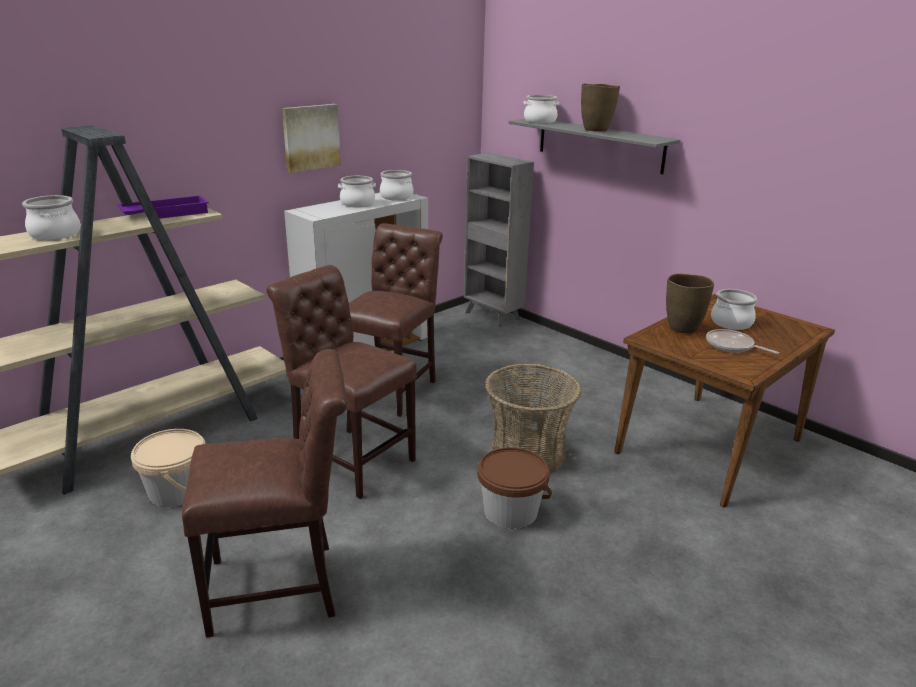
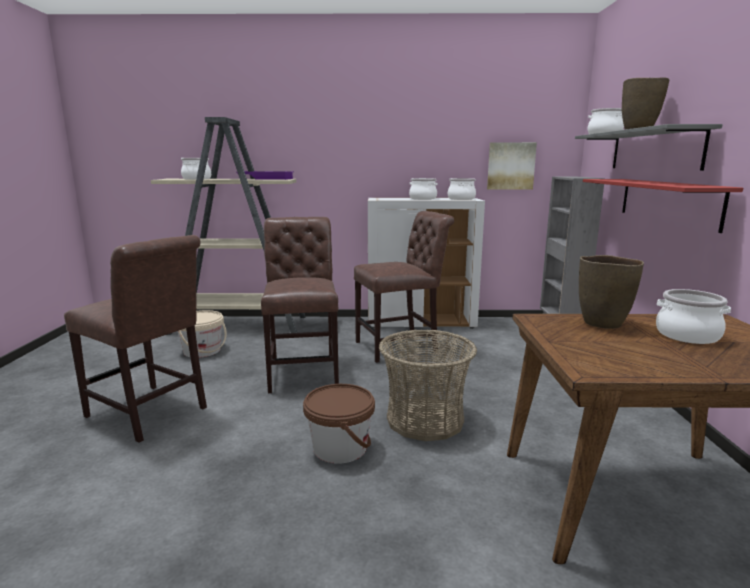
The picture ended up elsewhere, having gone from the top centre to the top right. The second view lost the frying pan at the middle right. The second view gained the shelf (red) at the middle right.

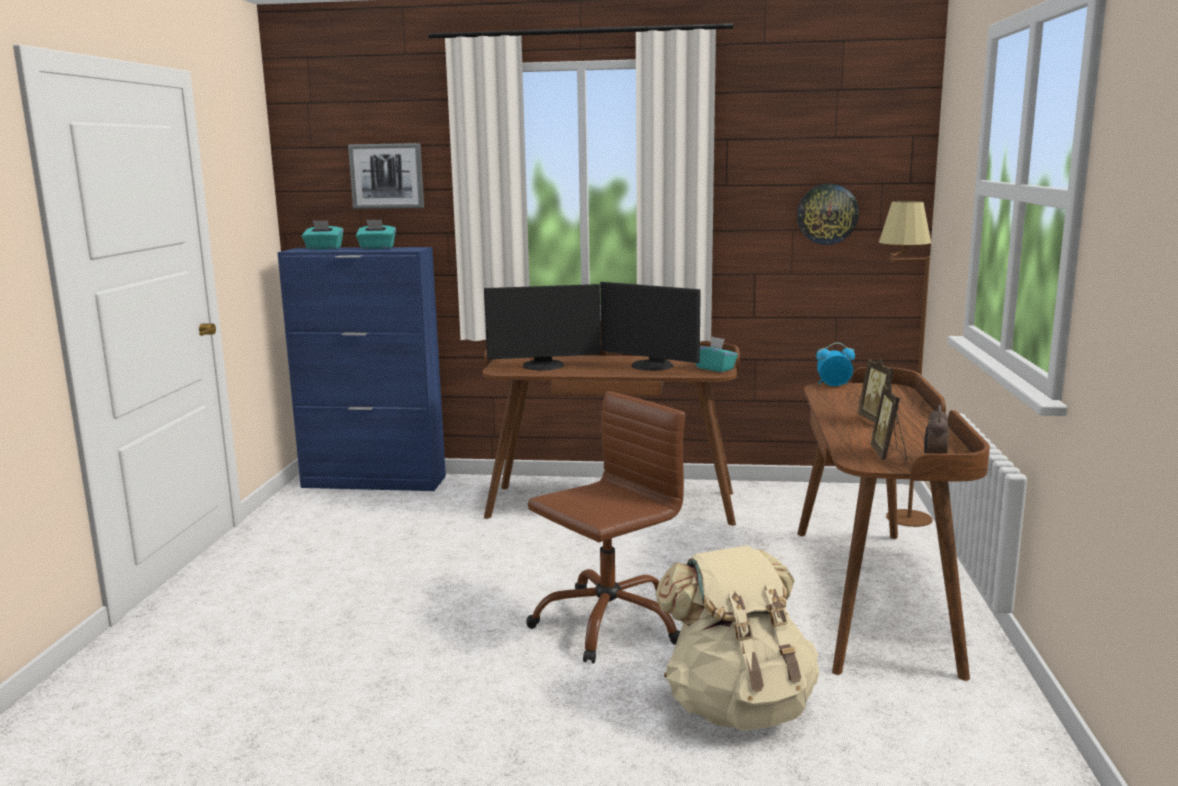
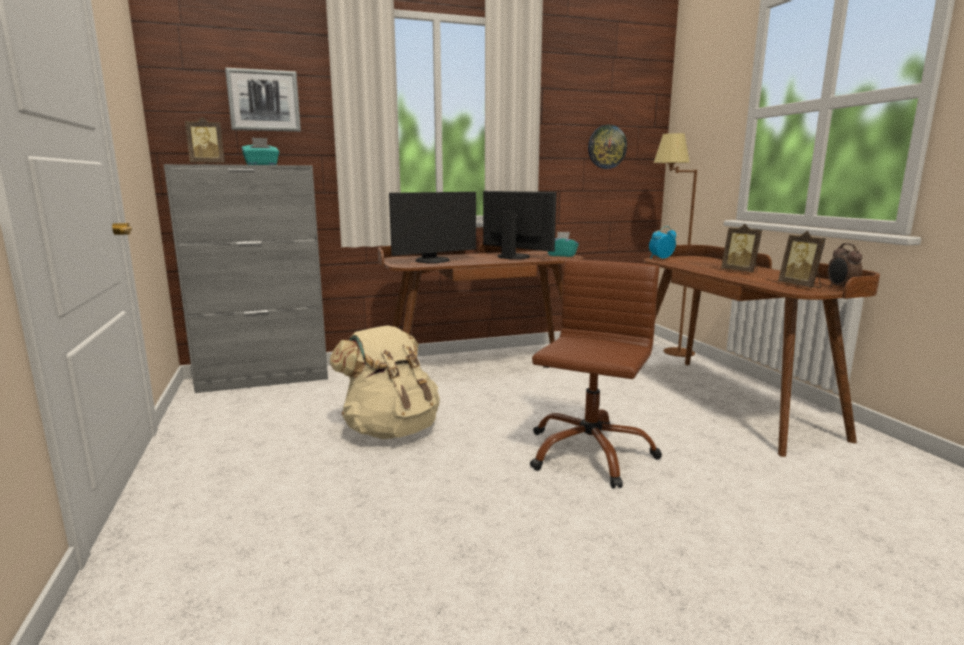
Where the tissue box (turquoise) (no. 1 from left) stood at the top left, the picture frame (no. 1 from left) came to stand at the top left. What was the cabinet (blue) at the middle left turned into the cabinet (grey) at the middle left. The monitor (no. 2 from left) at the centre ended up facing another way, 150 degrees counterclockwise from before. The backpack (beige) ended up elsewhere, having gone from the bottom centre to the centre.

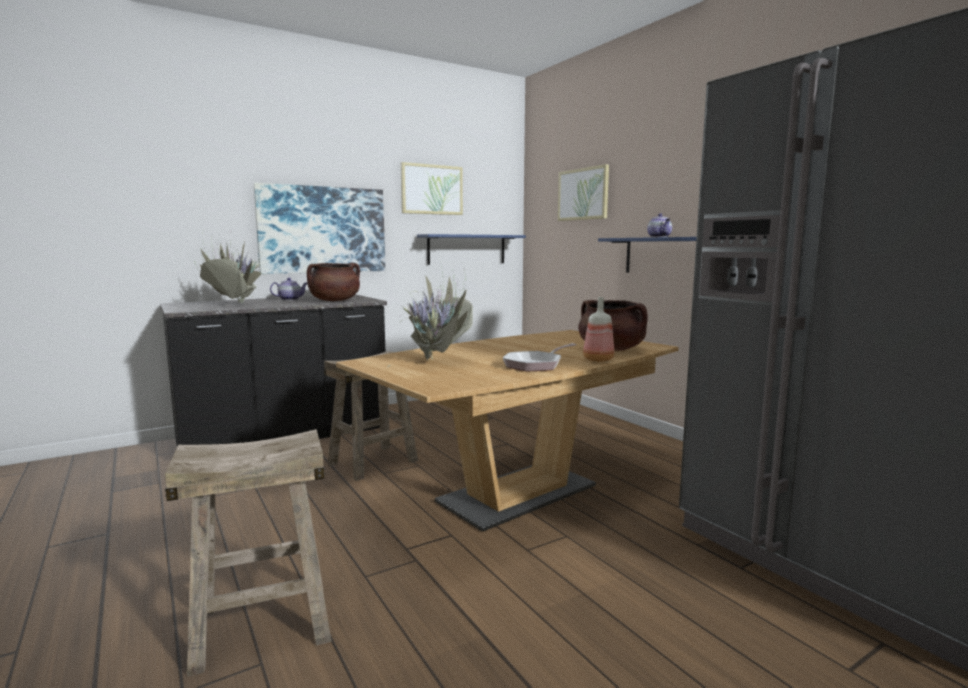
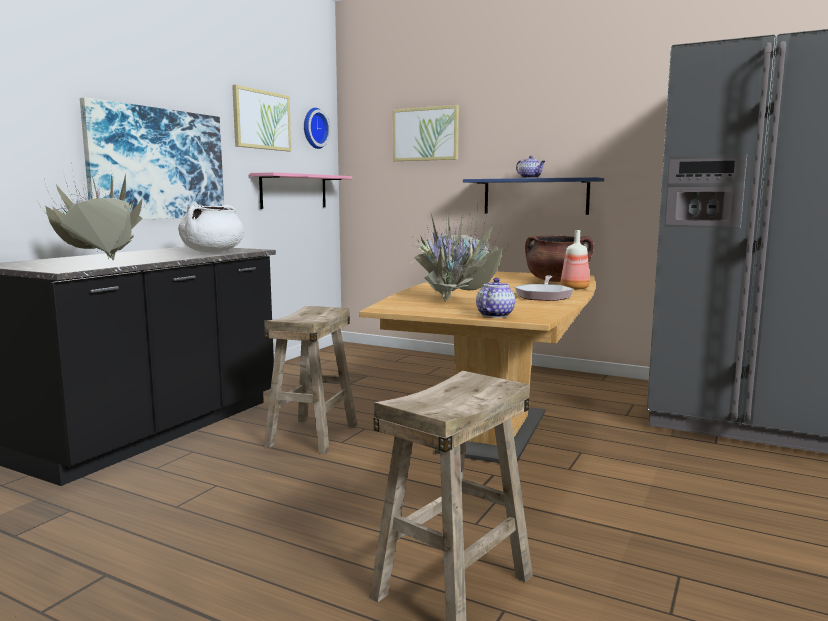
What was the shelf (blue) (no. 1 from left) at the centre turned into the shelf (pink) at the top centre. What was the cooking pot (brown) (no. 1 from left) at the centre turned into the cooking pot (white) at the middle left. The teapot (no. 1 from left) ended up elsewhere, having gone from the middle left to the centre. The second view gained the wall clock at the top centre.

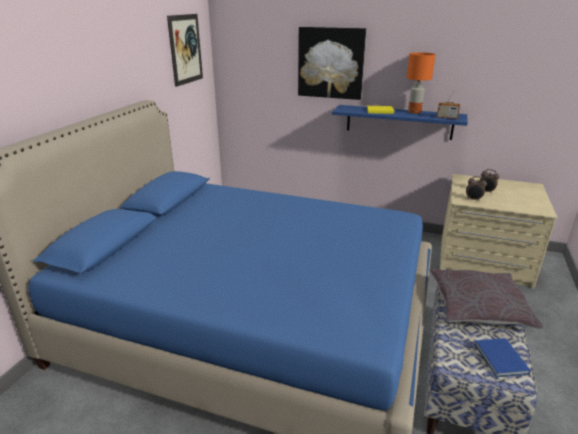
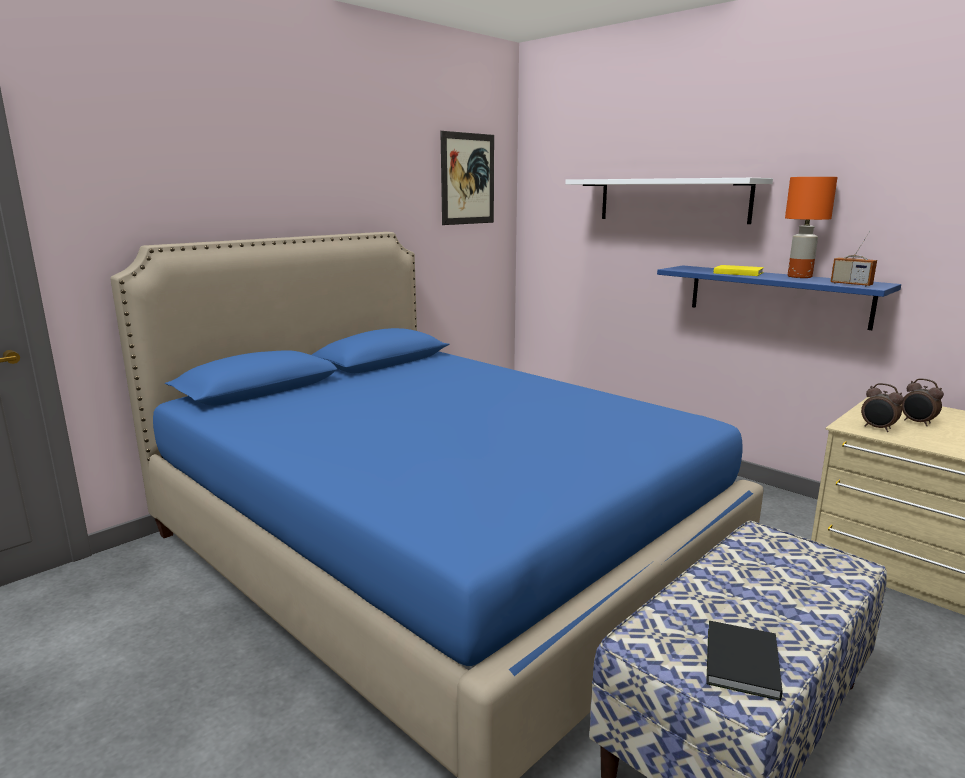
Where the picture (no. 2 from left) hung at the top centre, the shelf (white) came to hang at the top right. The second view lost the pillow (grey) at the bottom right. What was the book (blue) at the bottom right turned into the book (black) at the bottom right.

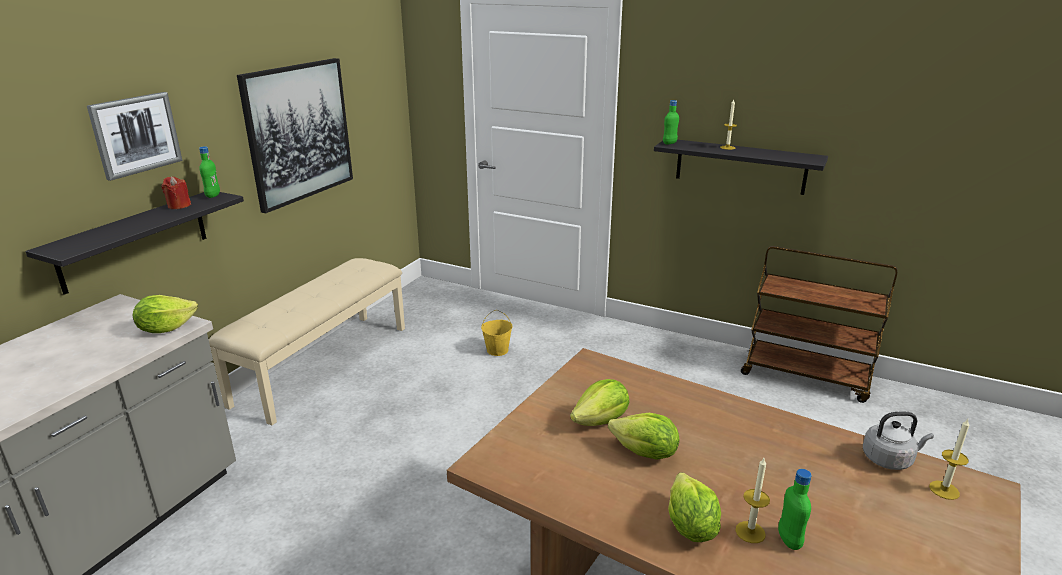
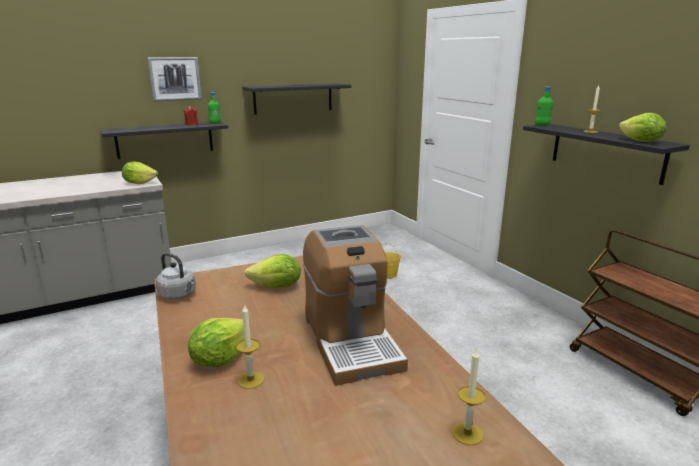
Where the picture (no. 2 from left) hung at the top left, the shelf (black) (no. 2 from left) came to hang at the top centre. The second view lost the bench (beige) at the middle left. The kettle (grey) ended up elsewhere, having gone from the bottom right to the middle left. The lettuce (no. 3 from left in the first image) ended up elsewhere, having gone from the bottom centre to the top right. The second view lost the bottle (green) (no. 3 from left) at the bottom right. The second view gained the coffee machine at the centre.

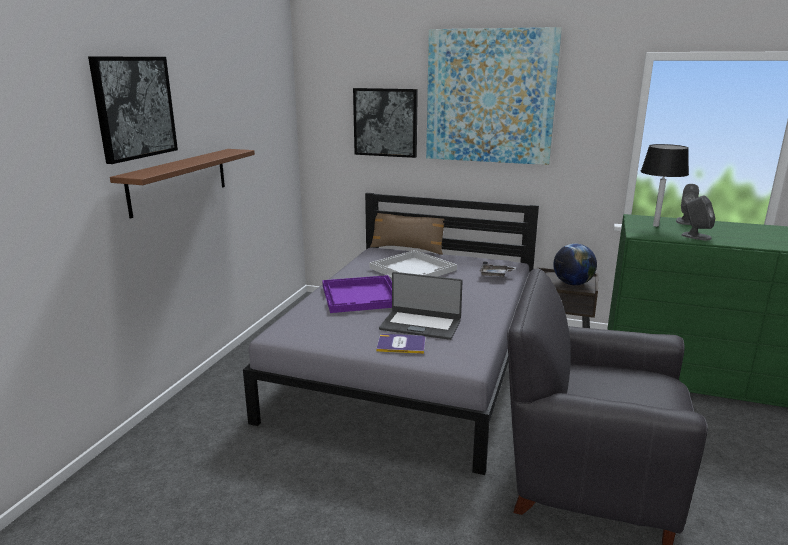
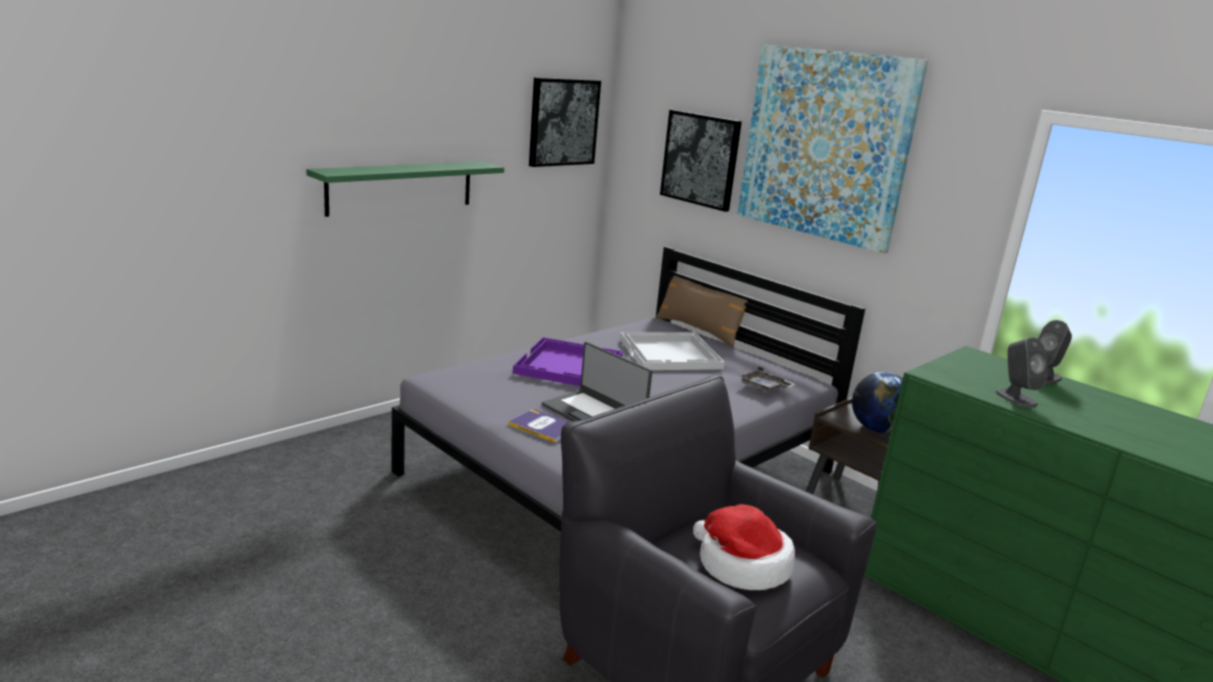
The picture (no. 1 from left) ended up elsewhere, having gone from the top left to the top centre. The second view lost the table lamp (black) at the middle right. What was the shelf (brown) at the middle left turned into the shelf (green) at the top centre. The second view gained the hat at the bottom centre.

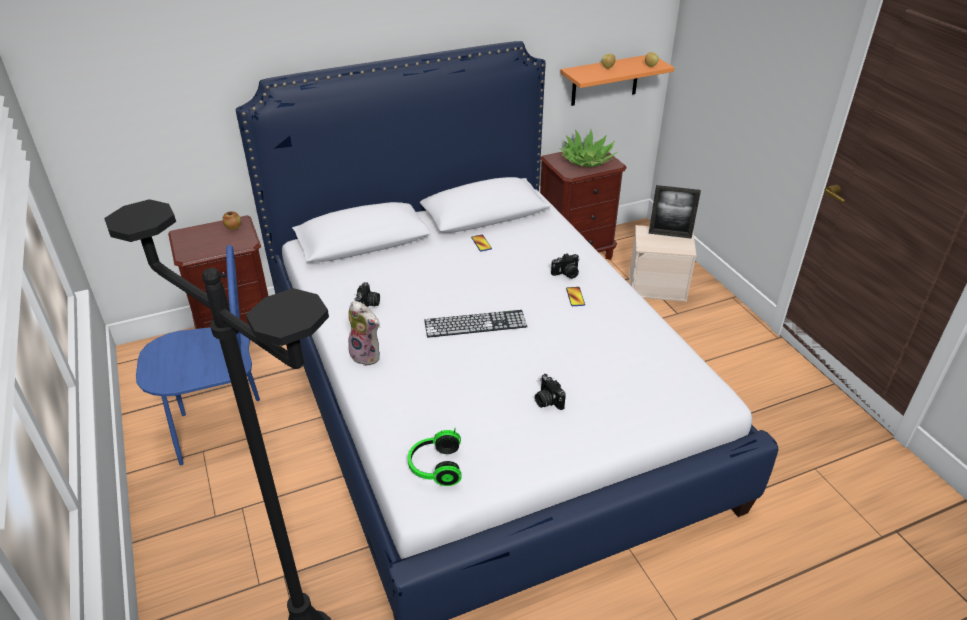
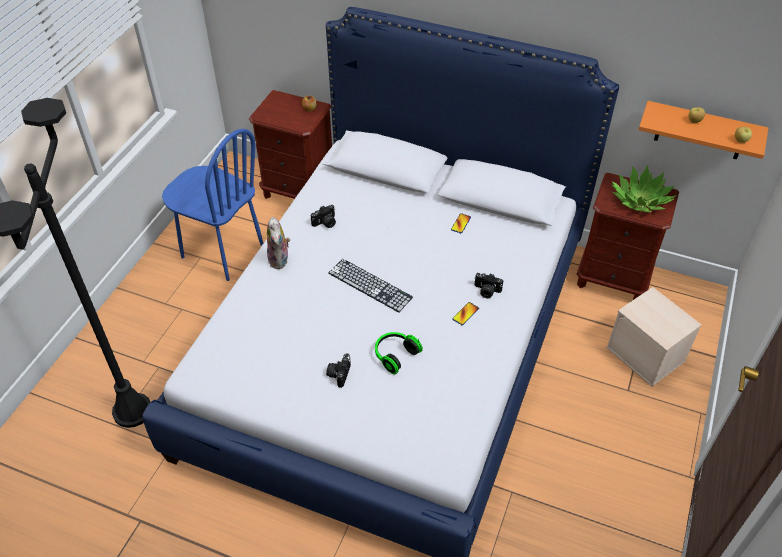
The second view lost the picture frame at the middle right. The headphones ended up elsewhere, having gone from the bottom centre to the centre.

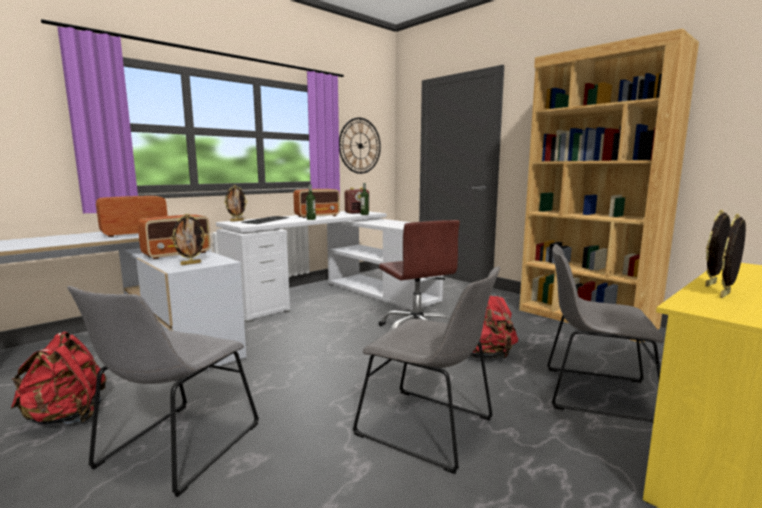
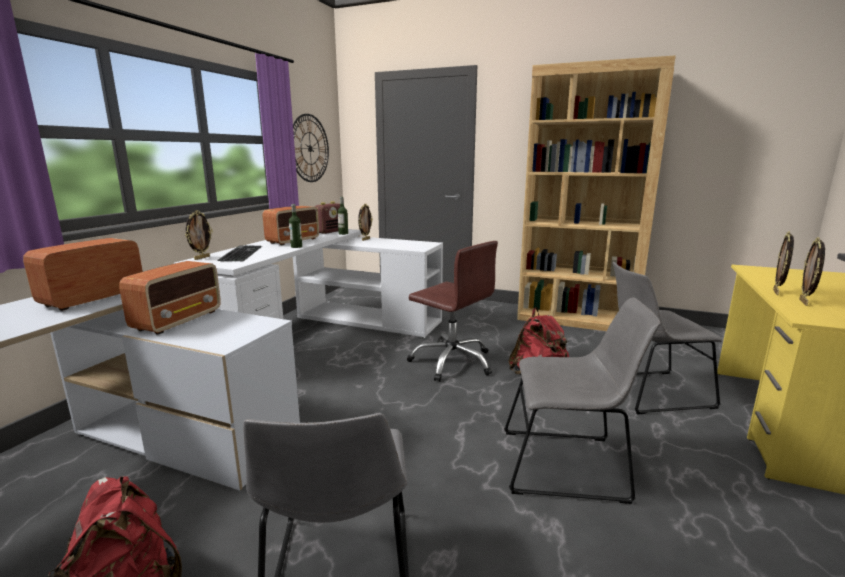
The picture frame (no. 1 from left in the first image) ended up elsewhere, having gone from the middle left to the centre.

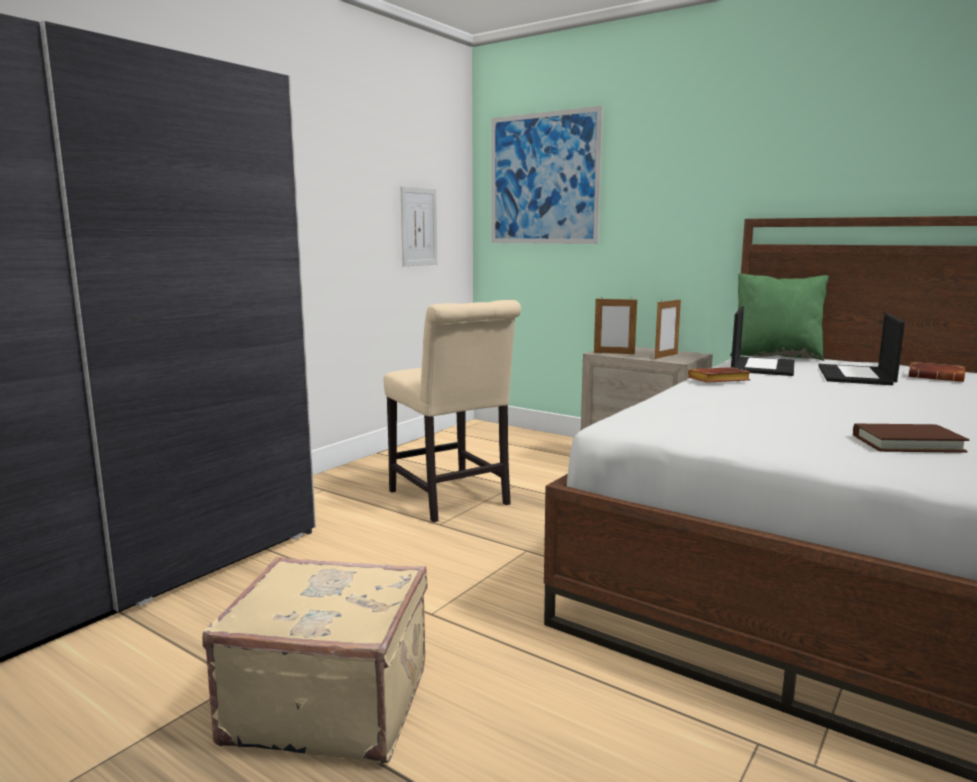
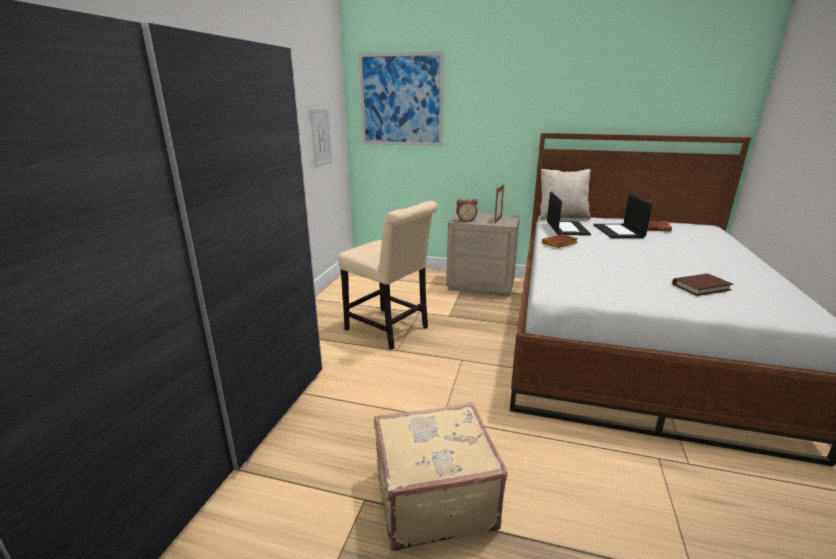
What was the pillow (green) at the middle right turned into the pillow (beige) at the middle right. Where the picture frame (no. 1 from left) stood at the centre, the alarm clock came to stand at the centre.

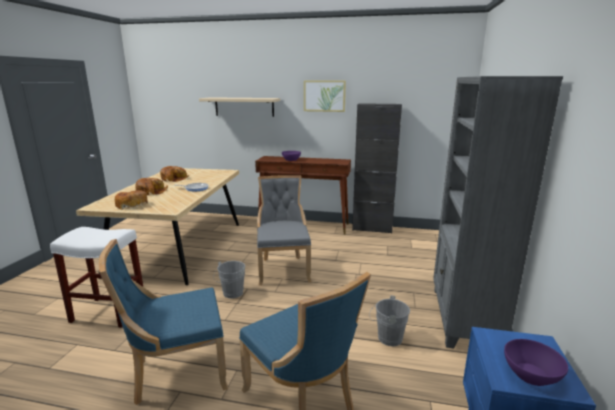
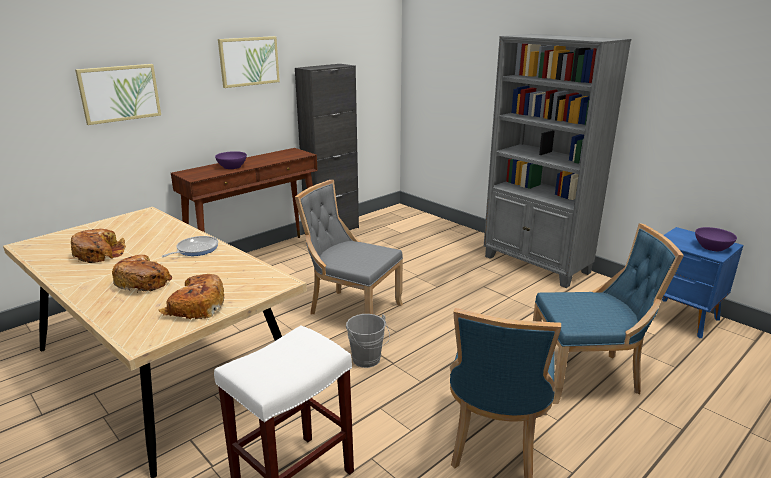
Where the shelf (beige) hung at the top centre, the picture (no. 1 from left) came to hang at the top left. The second view lost the bucket (grey) (no. 2 from left) at the bottom centre.

